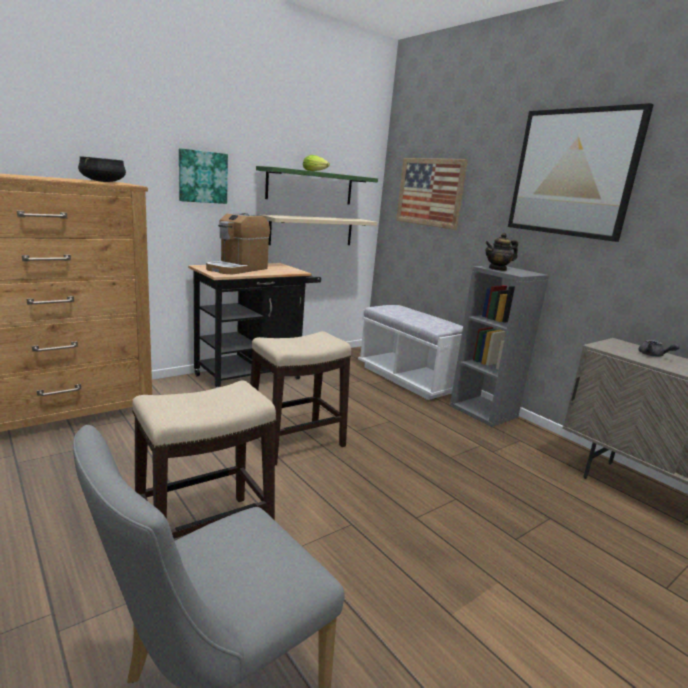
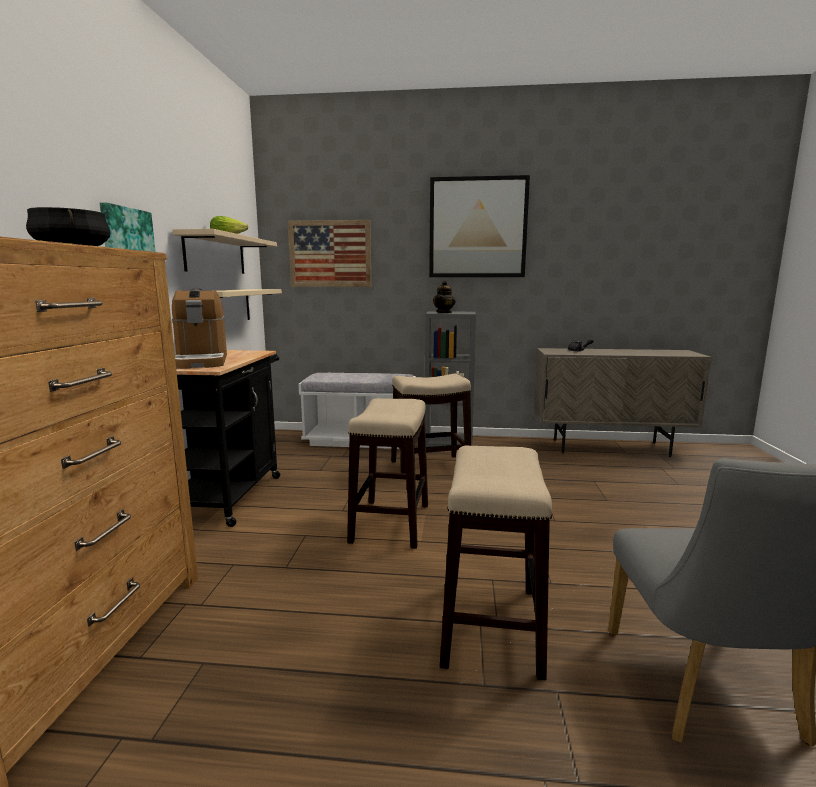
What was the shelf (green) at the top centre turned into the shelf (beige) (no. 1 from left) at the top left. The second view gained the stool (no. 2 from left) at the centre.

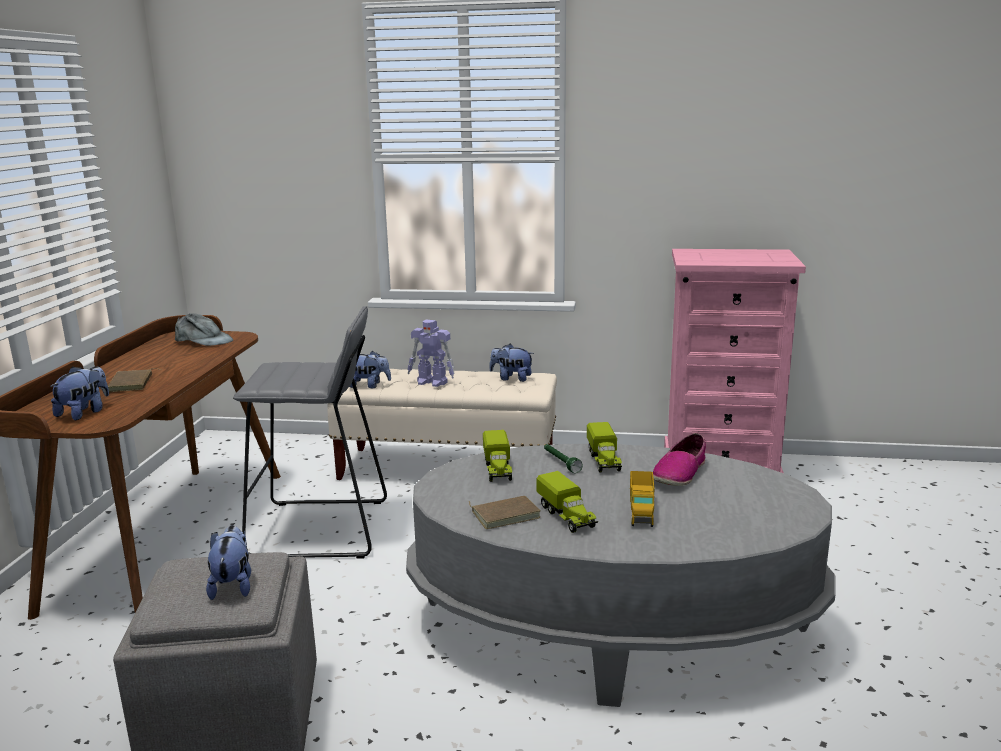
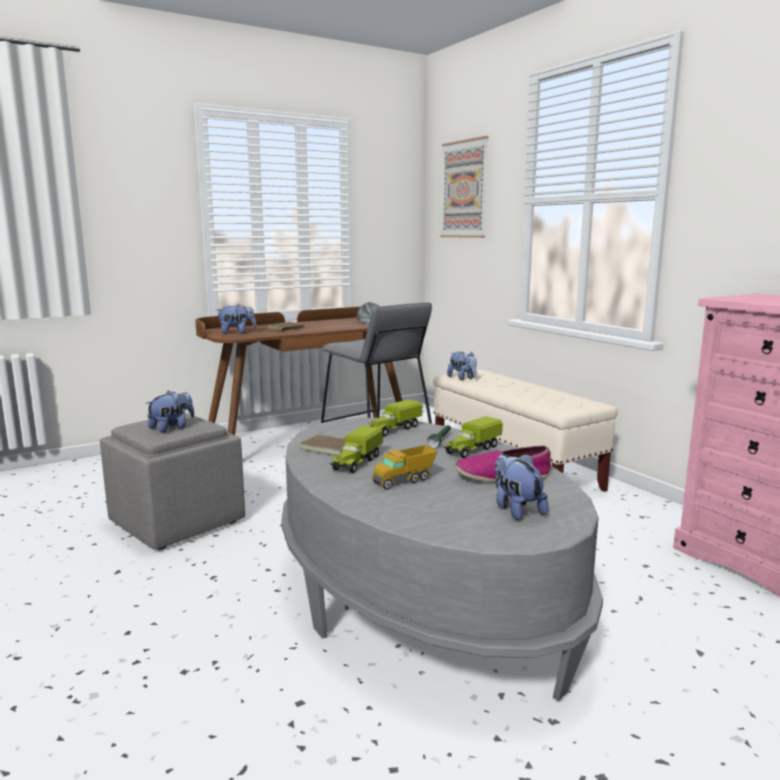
The second view lost the toy robot at the centre. The plush toy (no. 4 from left) ended up elsewhere, having gone from the centre to the middle right. The second view gained the picture at the top centre.

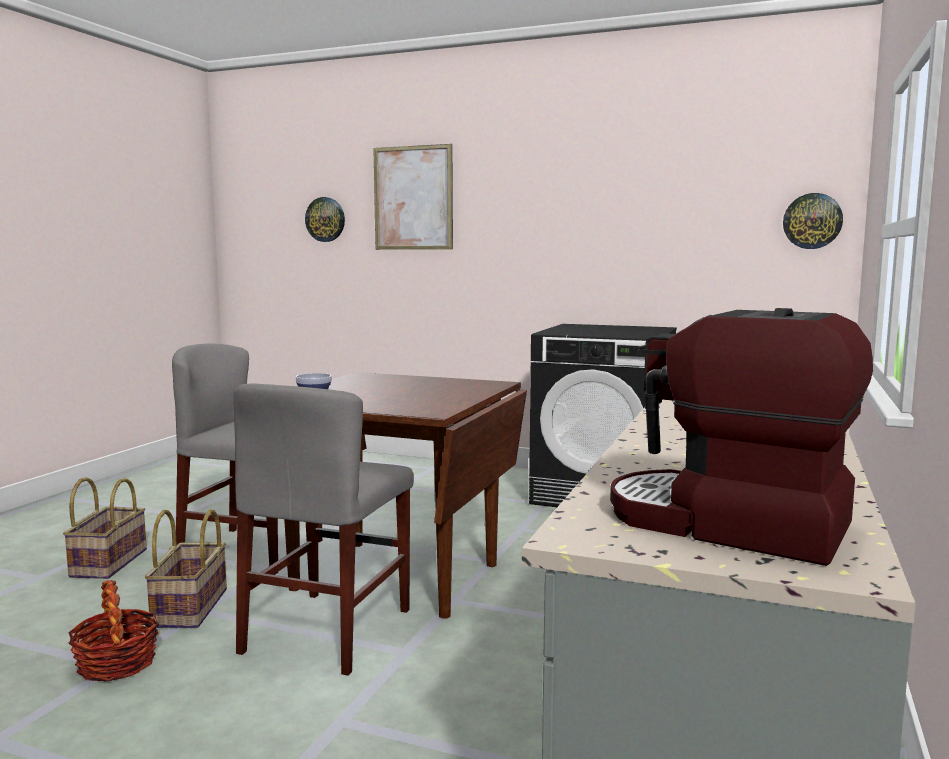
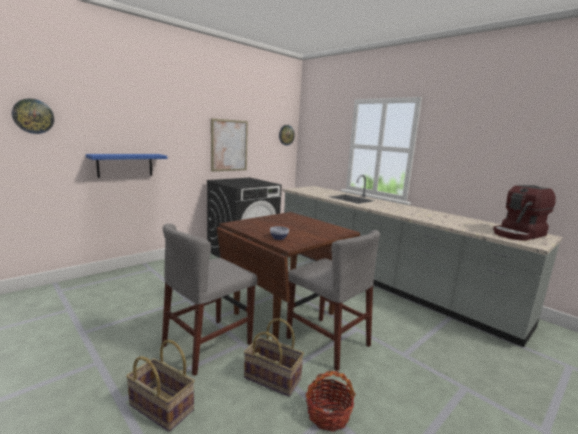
The picture ended up elsewhere, having gone from the top centre to the centre. The second view gained the shelf (blue) at the middle left.

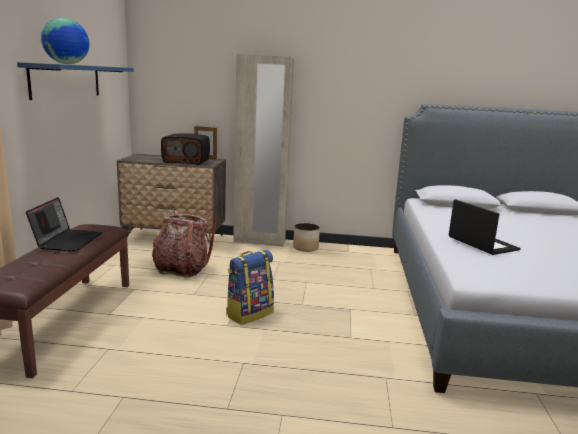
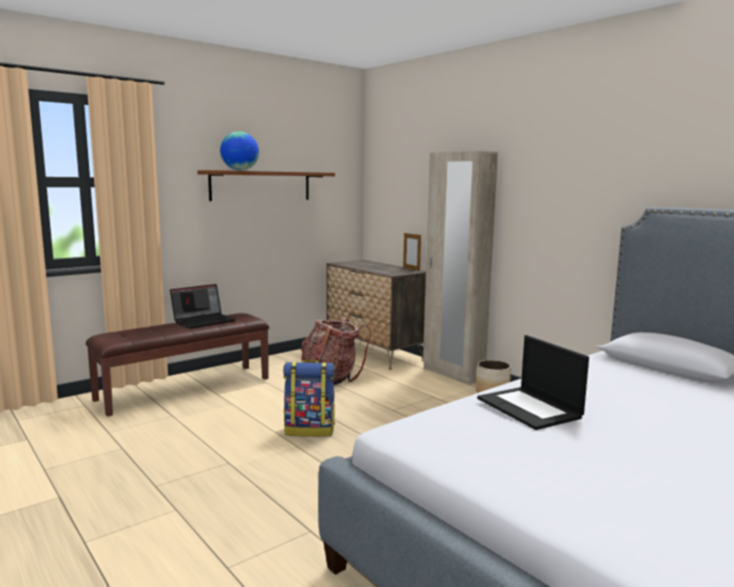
What was the shelf (blue) at the top left turned into the shelf (brown) at the top centre. The second view lost the radio at the middle left. The laptop (no. 2 from left) at the middle right ended up facing another way, 135 degrees clockwise from before.

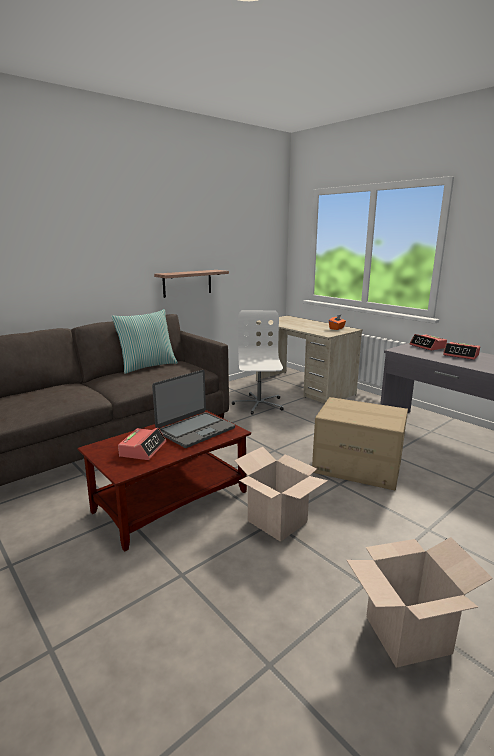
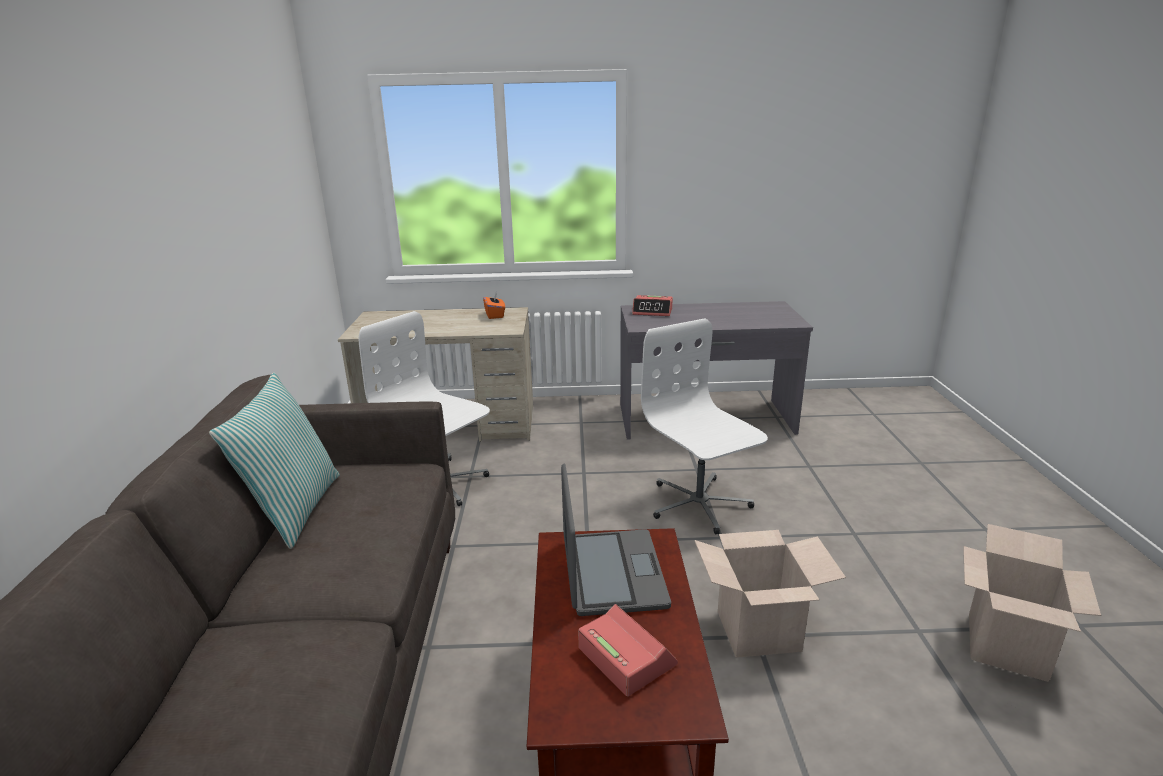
The second view lost the shelf at the centre. The second view lost the alarm clock (no. 3 from left) at the middle right. Where the cardboard box (no. 2 from left) stood at the middle right, the office chair (white) (no. 2 from left) came to stand at the centre.

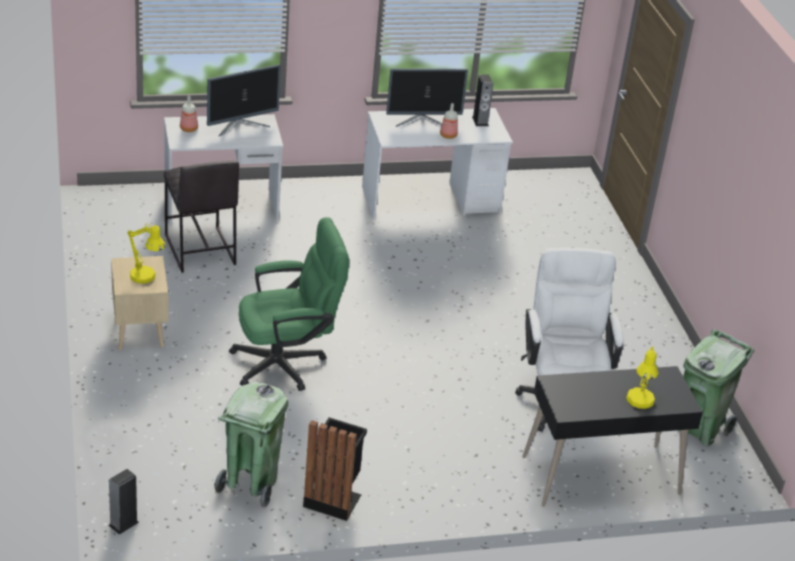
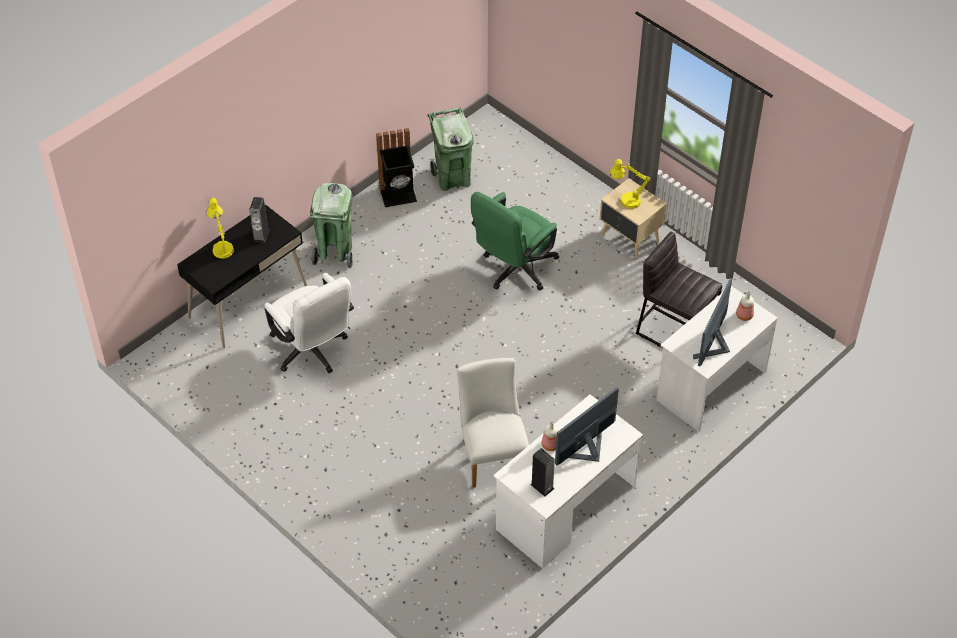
The trash can (green) (no. 2 from left in the first image) ended up elsewhere, having gone from the bottom right to the centre. The speaker (no. 1 from left) ended up elsewhere, having gone from the bottom left to the middle left. The second view gained the chair (white) at the centre.

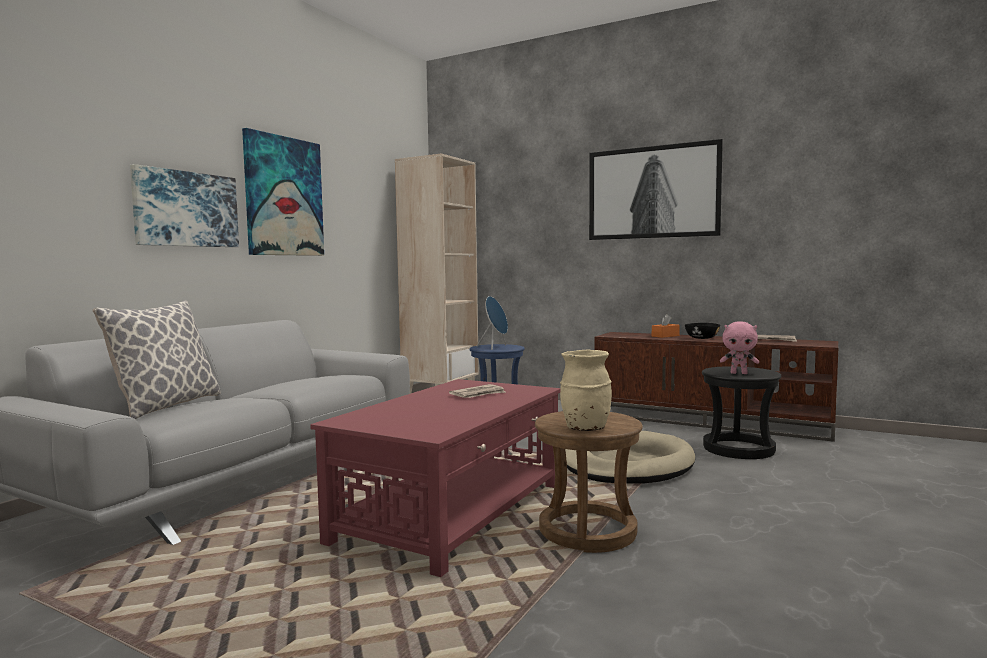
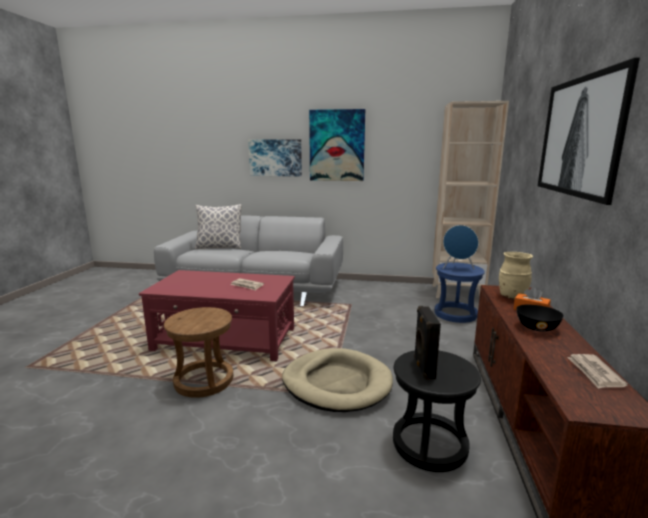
Where the plush toy (pink) stood at the middle right, the speaker (black) came to stand at the centre. The vase (beige) ended up elsewhere, having gone from the centre to the middle right.

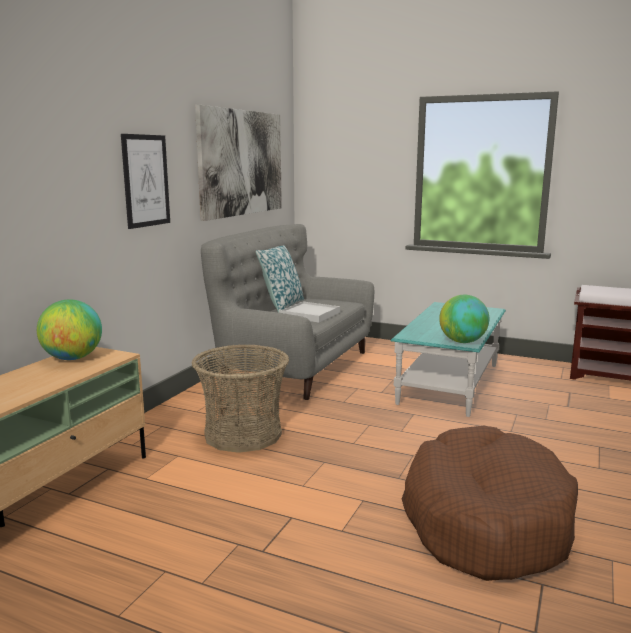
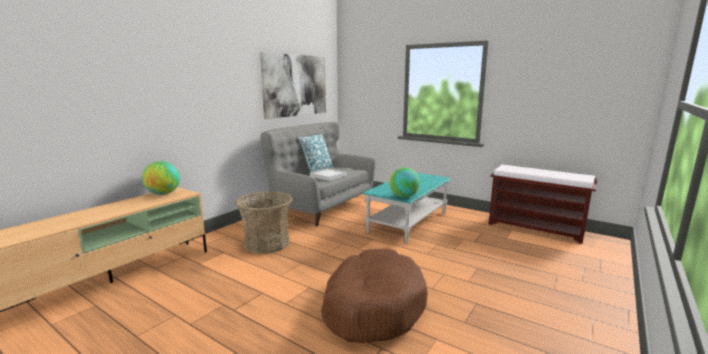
The second view lost the picture (no. 1 from left) at the top left.

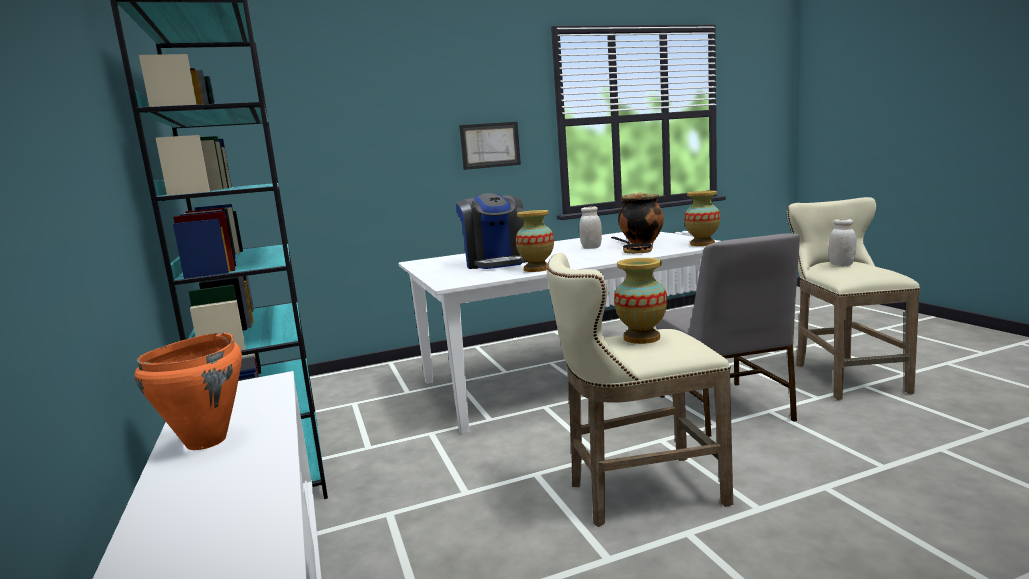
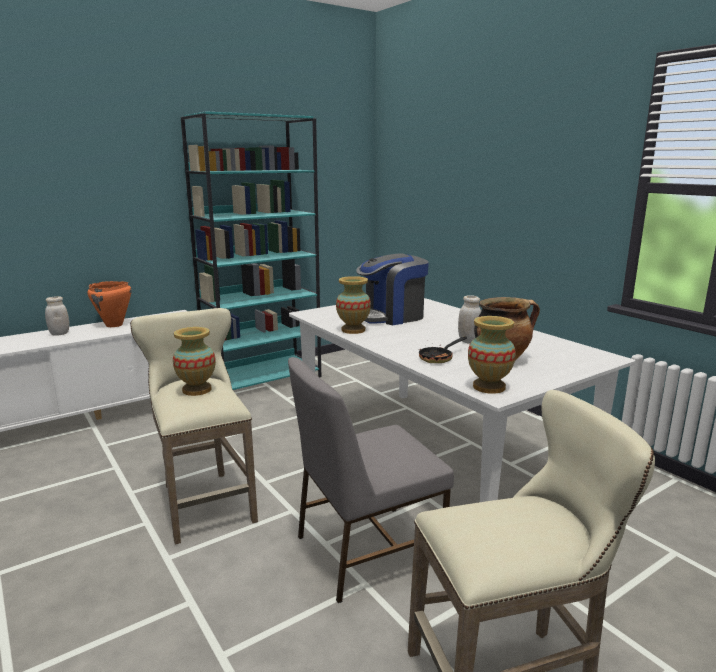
The second view lost the picture at the top centre. The jar (white) (no. 2 from left in the first image) ended up elsewhere, having gone from the middle right to the middle left.

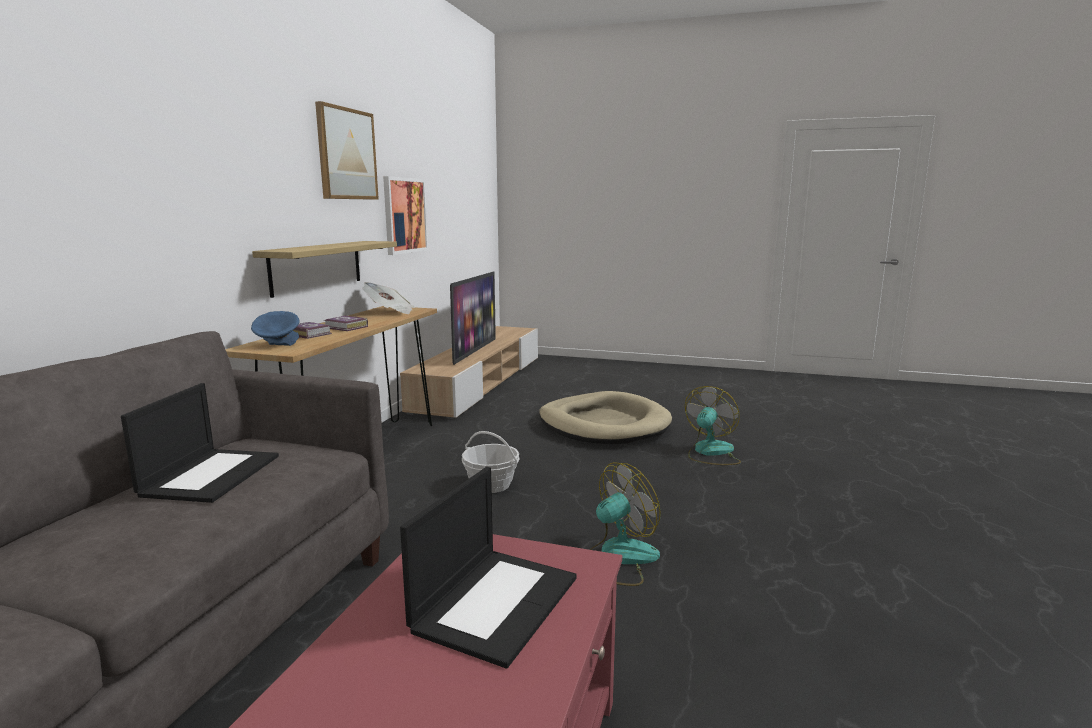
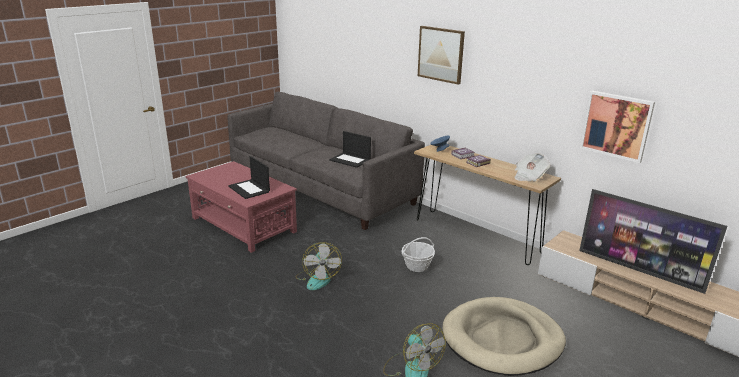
The picture (no. 1 from left) ended up elsewhere, having gone from the top left to the top centre. The second view lost the shelf at the middle left.

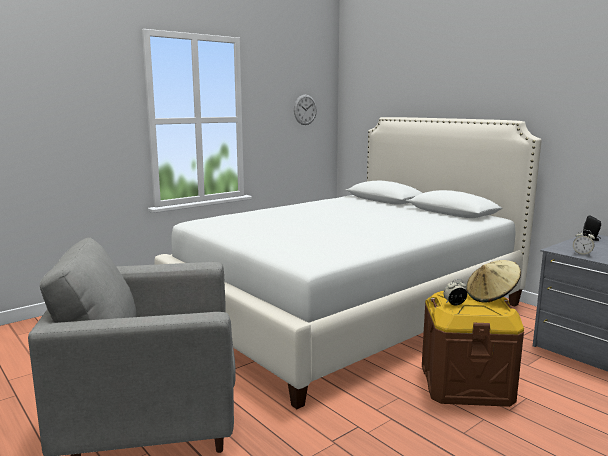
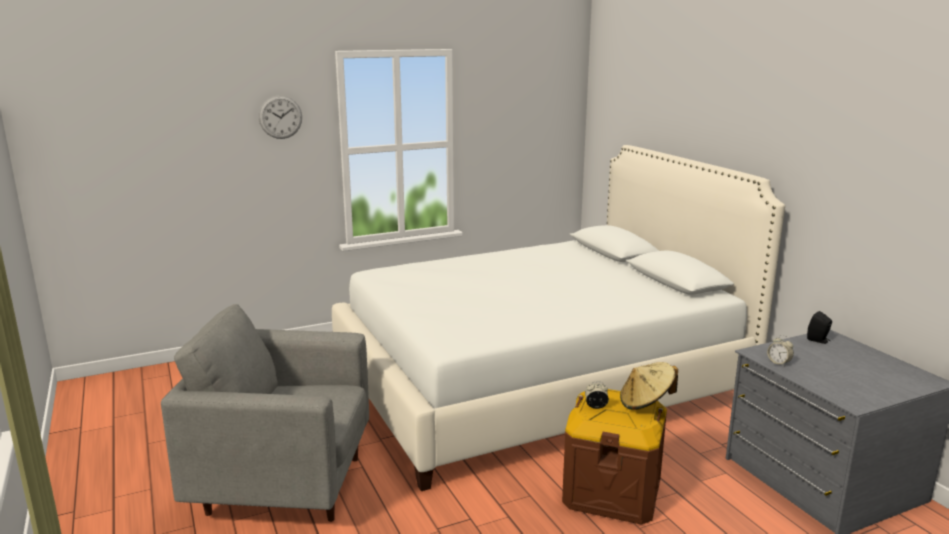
The wall clock ended up elsewhere, having gone from the top centre to the top left.

